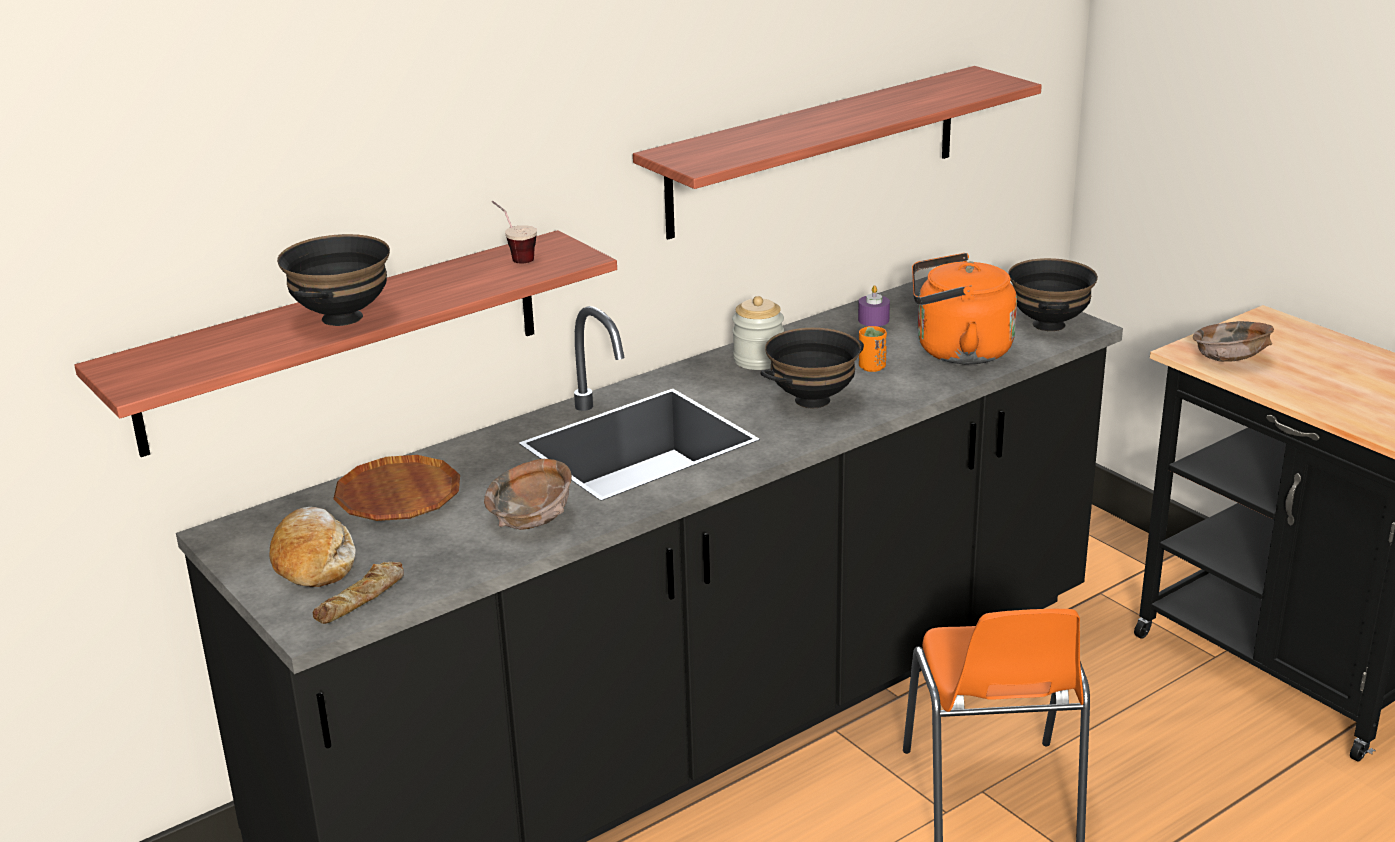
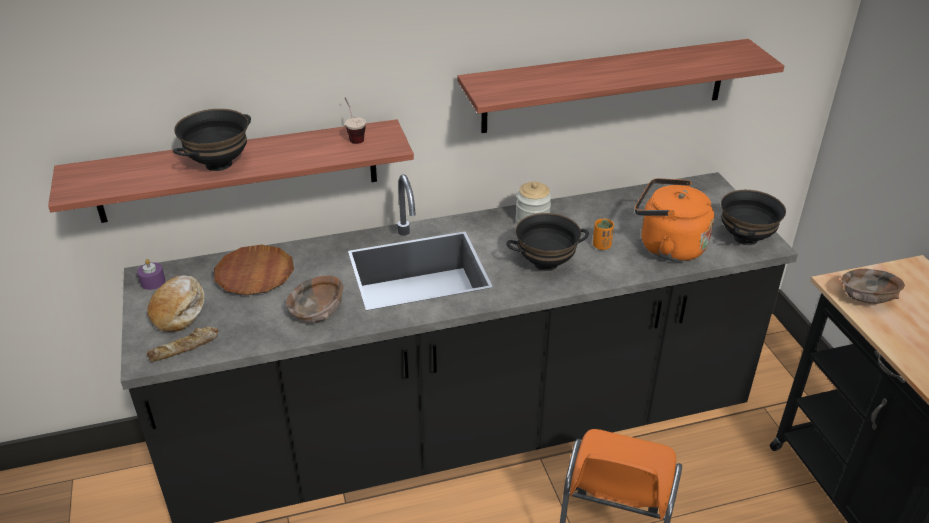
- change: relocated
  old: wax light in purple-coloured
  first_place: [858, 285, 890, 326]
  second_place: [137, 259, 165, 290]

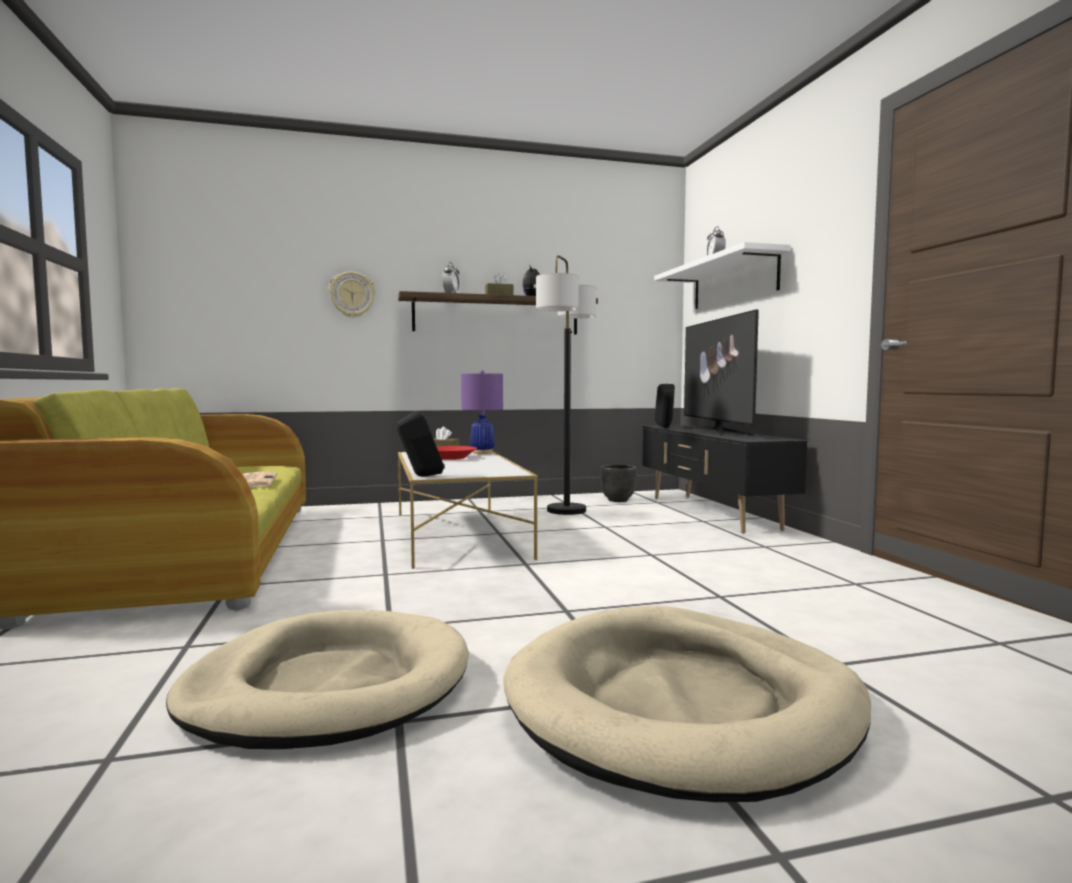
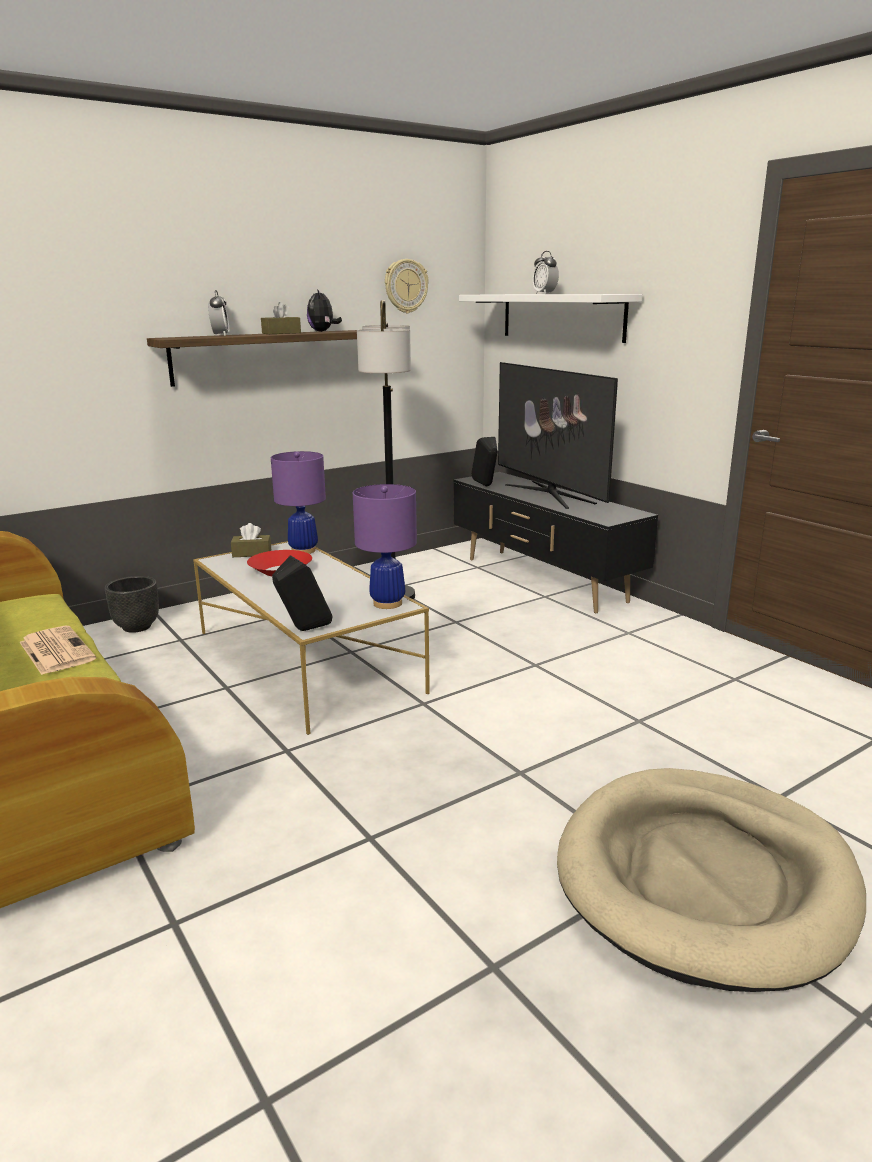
- change: missing
  old: pet bed in sand-coloured
  first_place: [166, 610, 469, 749]
- change: appeared
  new: lamp for a table in purple-coloured
  second_place: [353, 484, 417, 609]
- change: relocated
  old: wall clock
  first_place: [328, 272, 375, 318]
  second_place: [385, 259, 429, 313]
- change: relocated
  old: planter in black
  first_place: [601, 464, 636, 502]
  second_place: [105, 576, 159, 633]

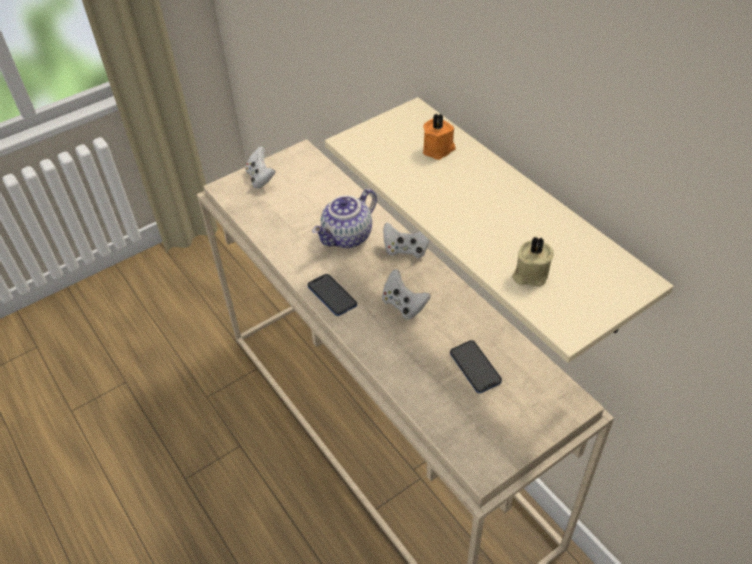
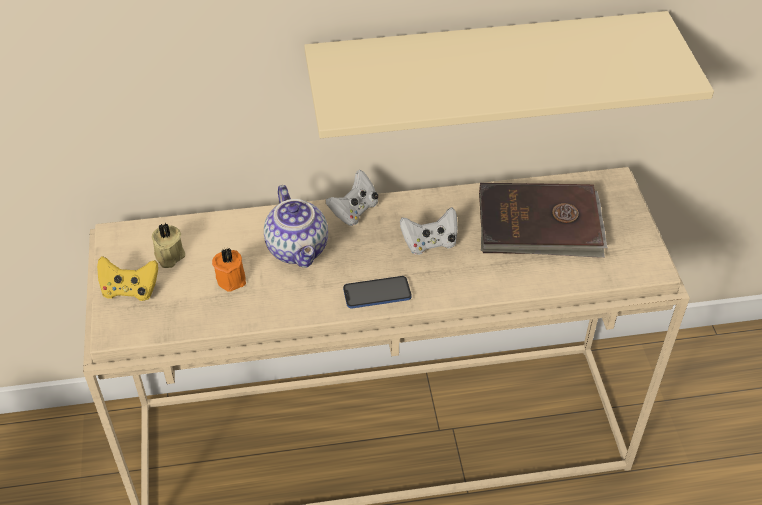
- change: relocated
  old: wax light in orange-coloured
  first_place: [423, 113, 456, 160]
  second_place: [212, 248, 246, 292]
- change: relocated
  old: wax light in sand-coloured
  first_place: [512, 236, 554, 287]
  second_place: [152, 223, 185, 268]
- change: exchanged
  old: telephone
  new: bound book in brown
  first_place: [450, 340, 502, 393]
  second_place: [479, 183, 608, 258]
- change: colour
  old: joypad in white
  new: joypad in yellow
  first_place: [245, 147, 276, 189]
  second_place: [97, 256, 158, 301]

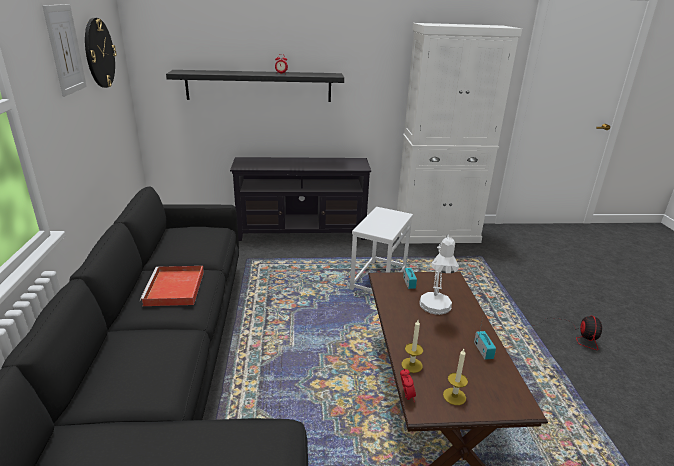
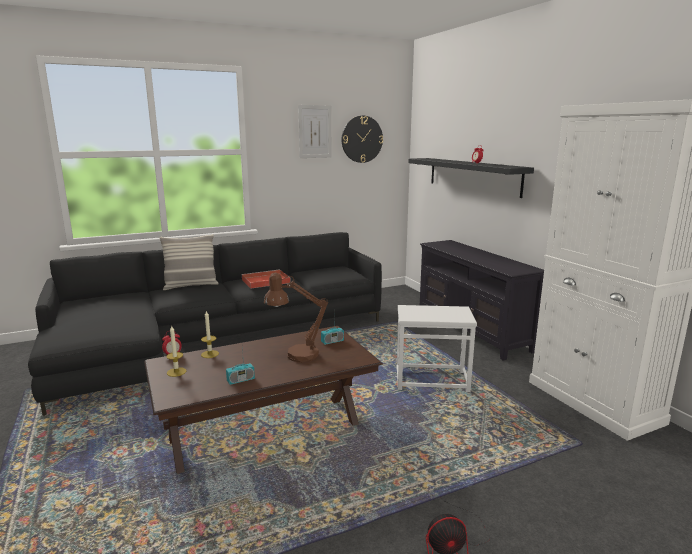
- change: appeared
  new: throw pillow
  second_place: [160, 234, 219, 290]
- change: colour
  old: lamp for a table in white
  new: lamp for a table in brown
  first_place: [420, 234, 459, 315]
  second_place: [264, 273, 328, 362]

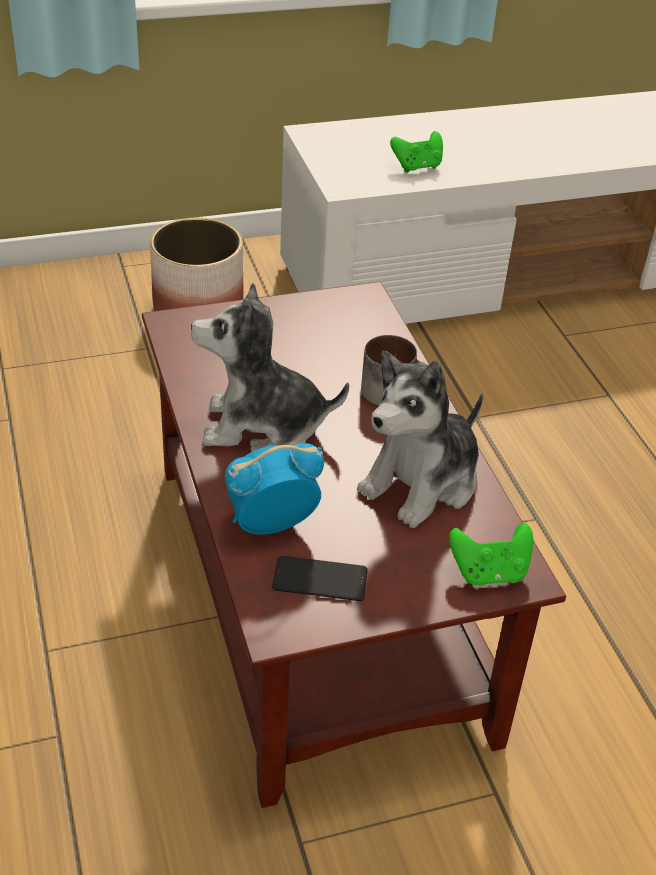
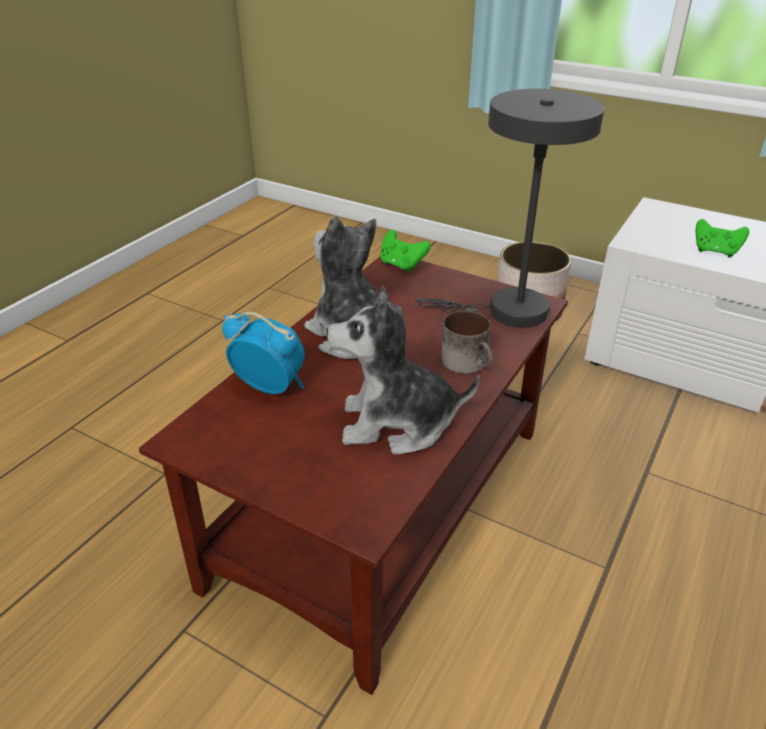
- change: missing
  old: telephone
  first_place: [272, 556, 368, 601]
- change: appeared
  new: lamp for a table in greyish
  second_place: [416, 89, 604, 328]
- change: relocated
  old: joypad in green
  first_place: [449, 522, 533, 586]
  second_place: [380, 230, 431, 273]

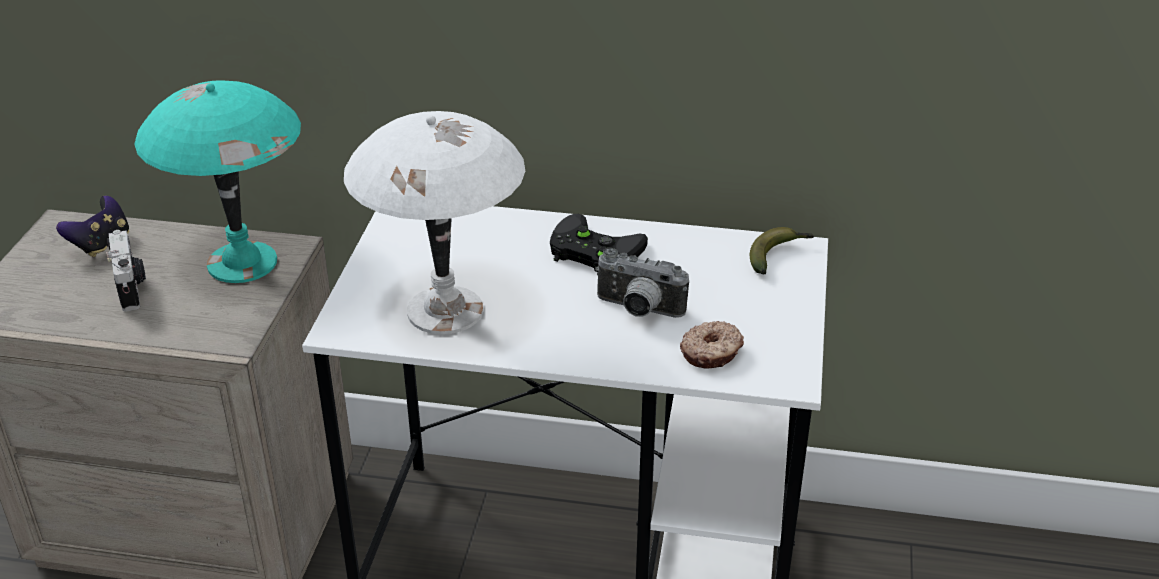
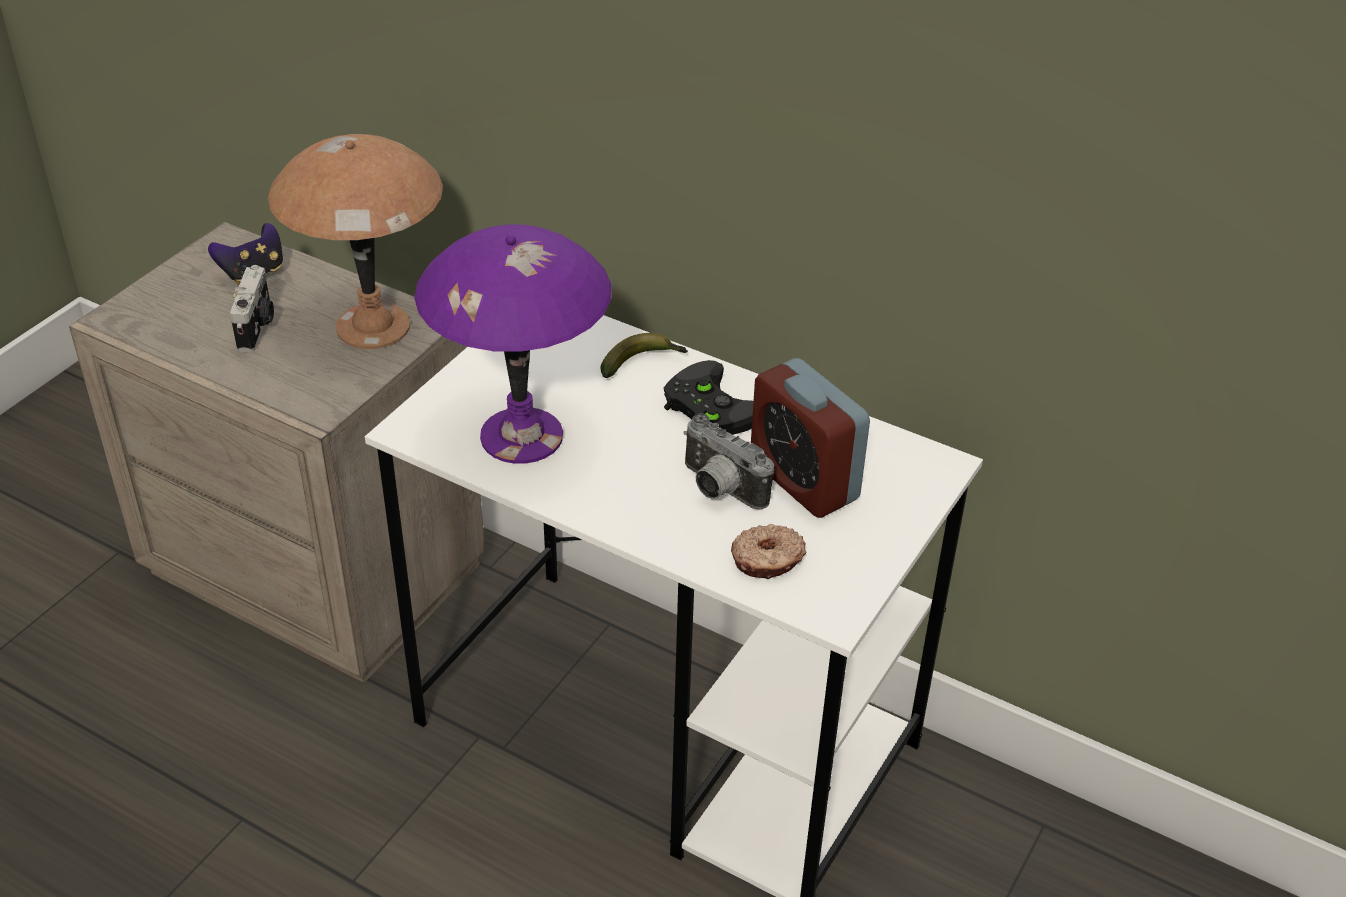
- change: appeared
  new: bedside clock
  second_place: [751, 358, 870, 518]
- change: relocated
  old: banana
  first_place: [750, 227, 814, 274]
  second_place: [600, 333, 688, 378]
- change: colour
  old: lamp for a table in turquoise
  new: lamp for a table in brown
  first_place: [134, 80, 301, 283]
  second_place: [268, 134, 443, 349]
- change: colour
  old: lamp for a table in white
  new: lamp for a table in purple-coloured
  first_place: [344, 111, 525, 334]
  second_place: [414, 224, 612, 464]

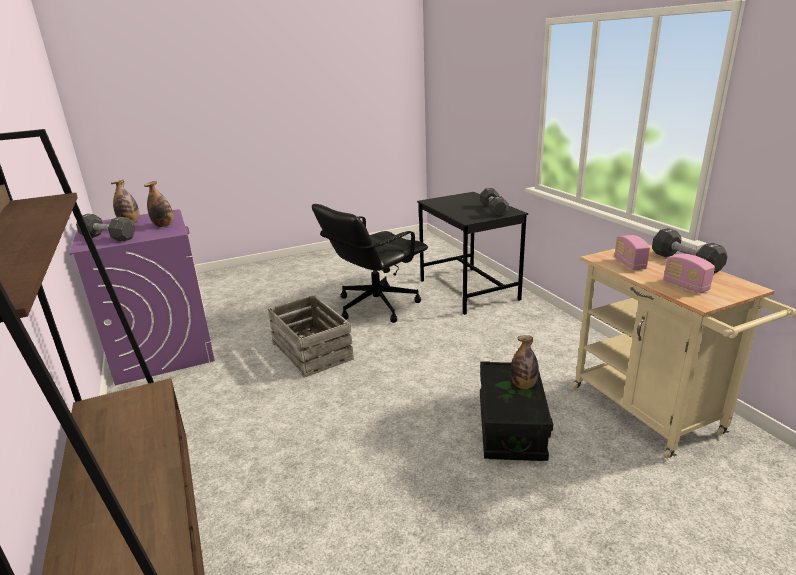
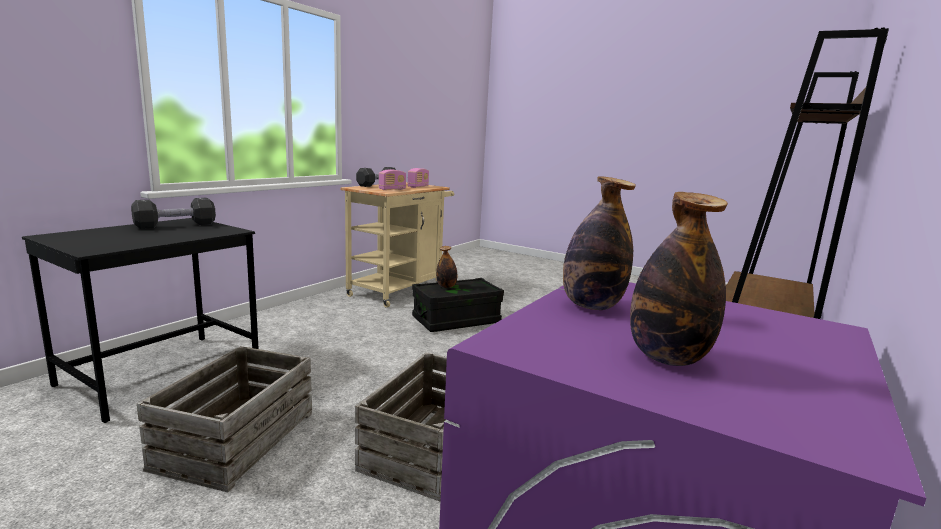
- change: missing
  old: free weight in black
  first_place: [76, 214, 135, 242]
- change: exchanged
  old: computer chair in black
  new: shipping crate
  first_place: [312, 204, 428, 323]
  second_place: [137, 346, 312, 492]

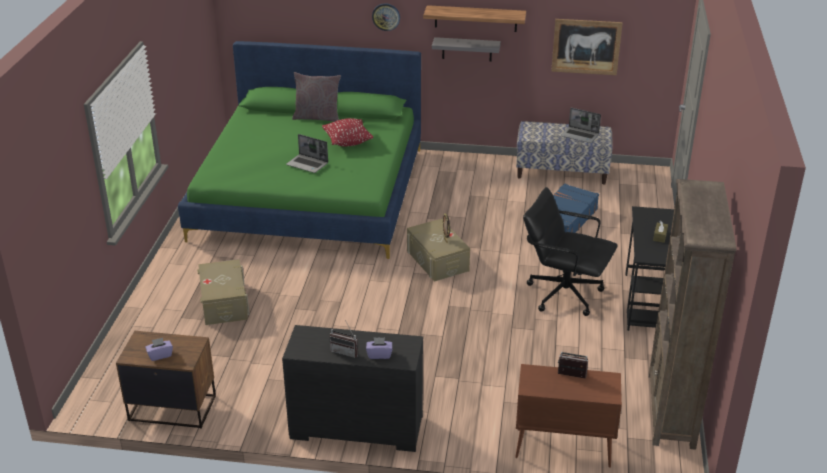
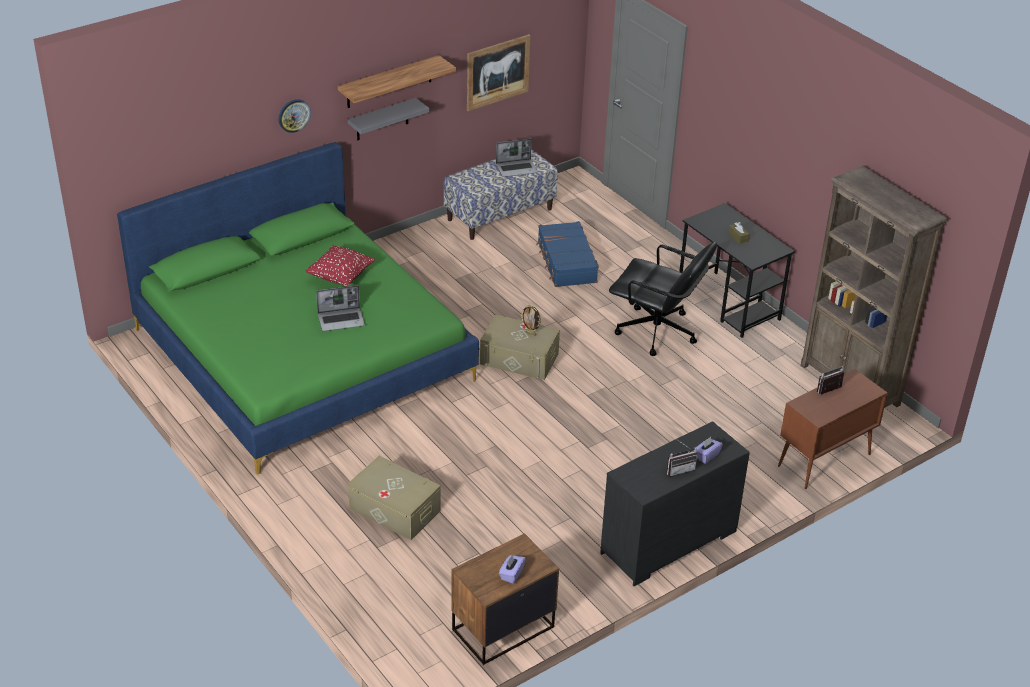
- change: missing
  old: throw pillow in greyish
  first_place: [292, 72, 341, 122]
- change: spun
  old: computer chair in black
  first_place: [523, 187, 618, 316]
  second_place: [609, 242, 717, 356]
  degrees: -135

